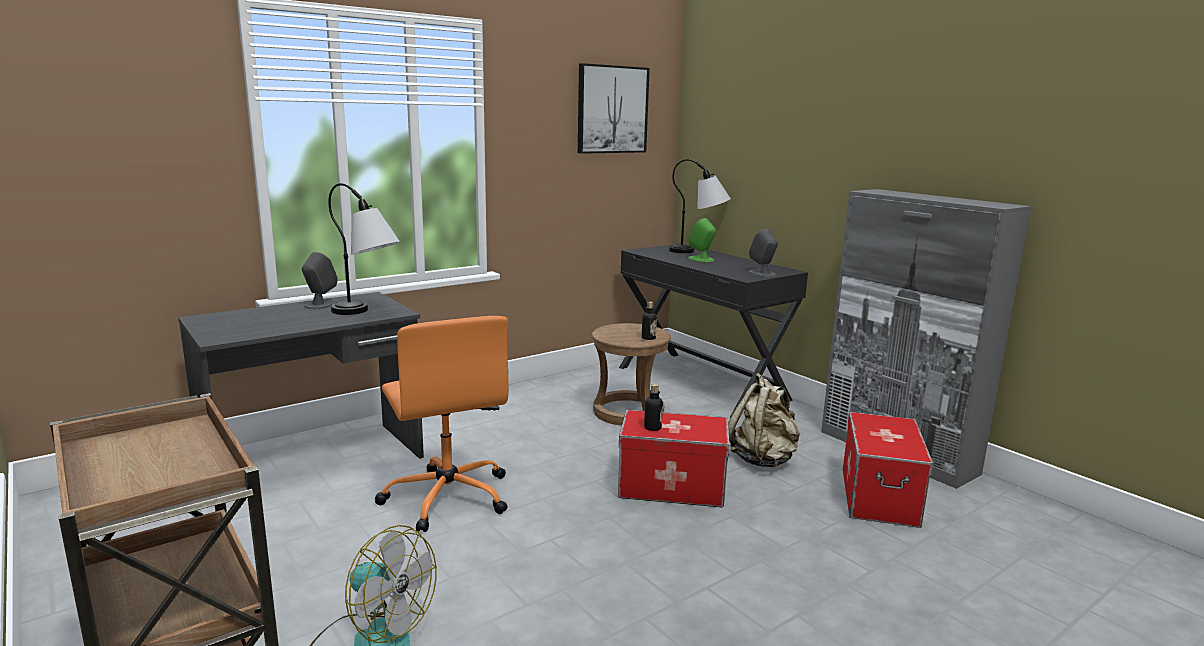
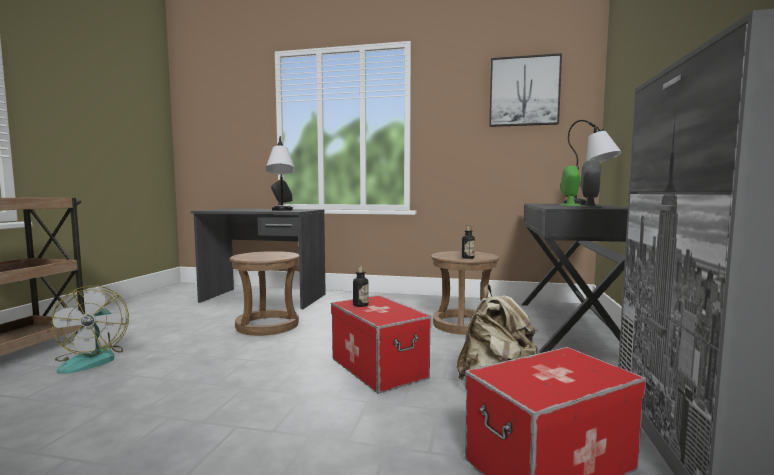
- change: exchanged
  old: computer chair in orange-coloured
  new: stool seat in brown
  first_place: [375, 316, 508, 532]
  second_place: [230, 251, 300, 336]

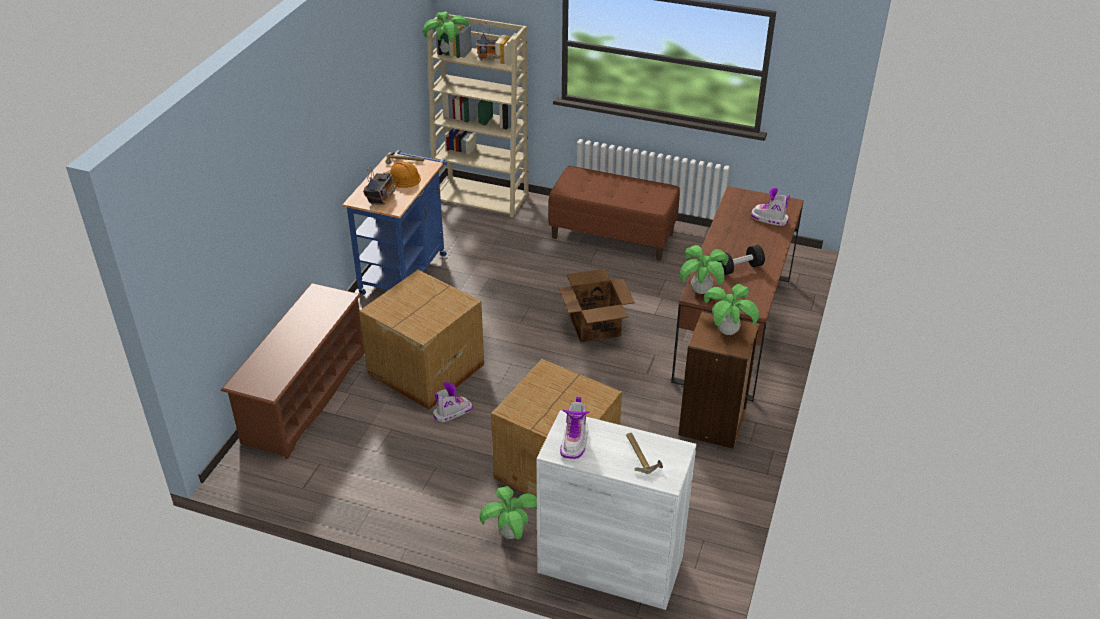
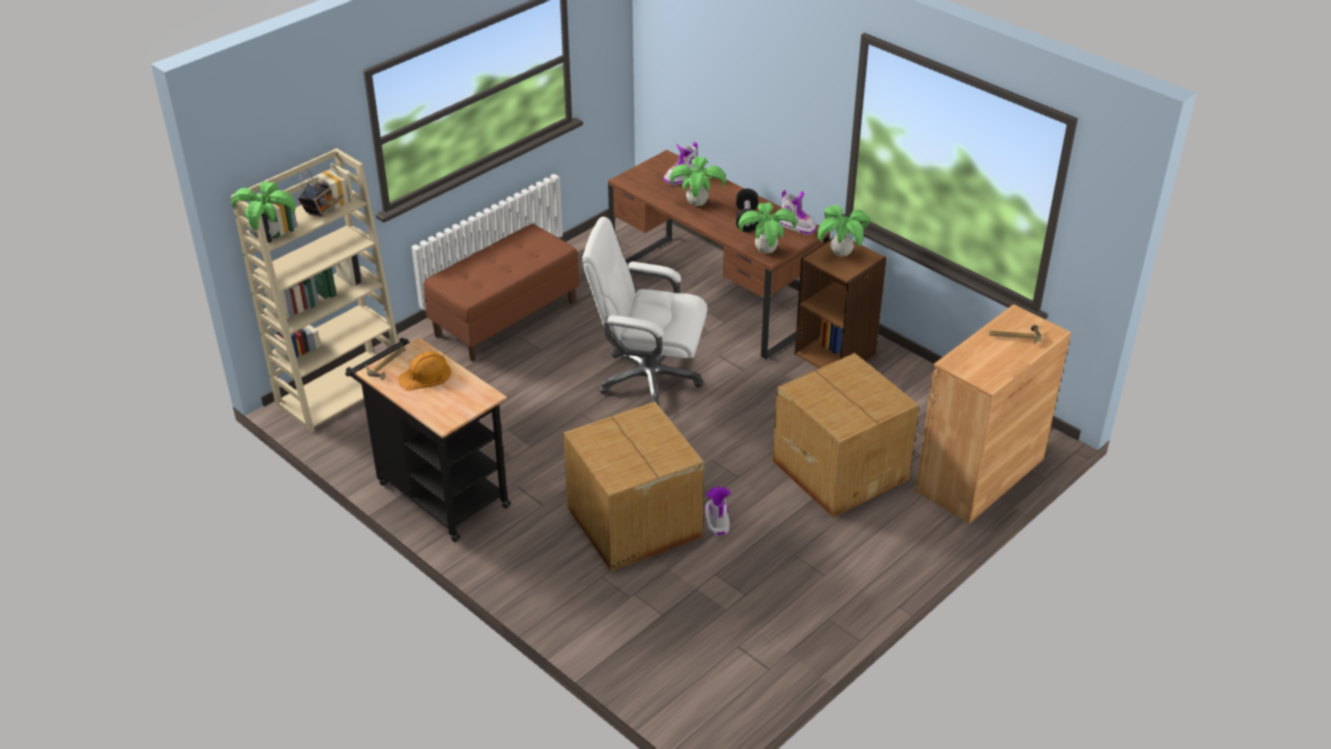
- change: missing
  old: shoe shelf in brown
  first_place: [220, 283, 365, 459]
- change: missing
  old: radio set
  first_place: [363, 167, 397, 205]
- change: relocated
  old: plant in a pot
  first_place: [480, 486, 537, 539]
  second_place: [670, 157, 726, 206]
- change: relocated
  old: tall boot
  first_place: [560, 396, 589, 459]
  second_place: [779, 190, 817, 235]
- change: exchanged
  old: carton
  new: computer chair in white
  first_place: [559, 269, 635, 342]
  second_place: [582, 217, 708, 406]
- change: colour
  old: trolley in blue
  new: trolley in black
  first_place: [342, 150, 447, 295]
  second_place: [345, 337, 511, 542]
- change: colour
  old: cabinet in white
  new: cabinet in brown
  first_place: [536, 410, 697, 610]
  second_place: [915, 304, 1071, 524]

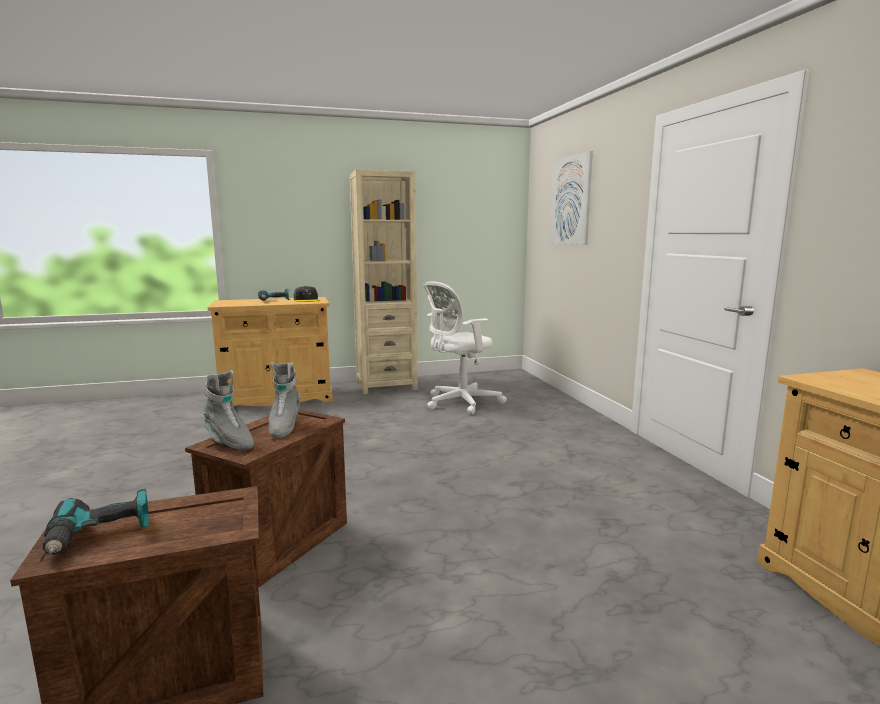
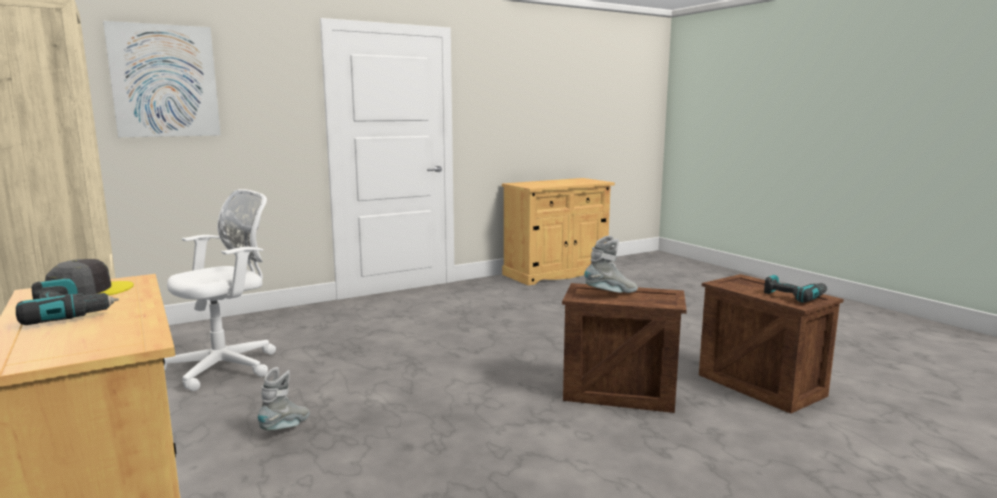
- change: relocated
  old: tall boot in greyish
  first_place: [203, 370, 254, 450]
  second_place: [257, 367, 310, 430]
- change: spun
  old: computer chair in white
  first_place: [423, 282, 507, 414]
  second_place: [164, 189, 276, 391]
  degrees: -90

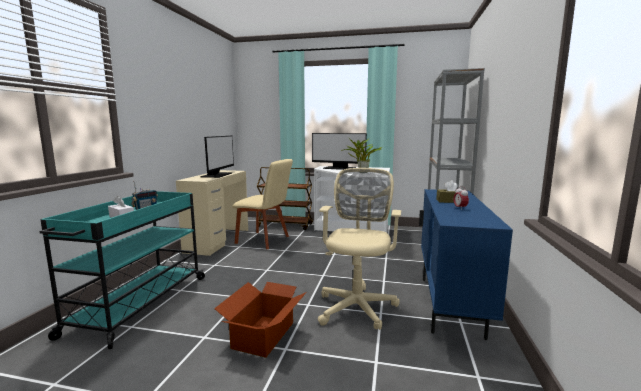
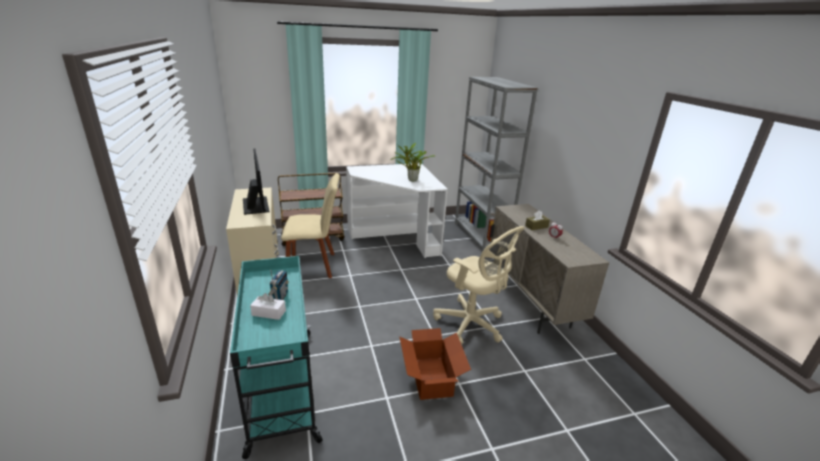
- change: missing
  old: computer display
  first_place: [312, 133, 367, 170]
- change: colour
  old: cabinet in blue
  new: cabinet in sand-coloured
  first_place: [419, 189, 513, 340]
  second_place: [490, 204, 609, 334]
- change: spun
  old: computer chair in sand-coloured
  first_place: [318, 168, 401, 330]
  second_place: [433, 226, 525, 344]
  degrees: 150

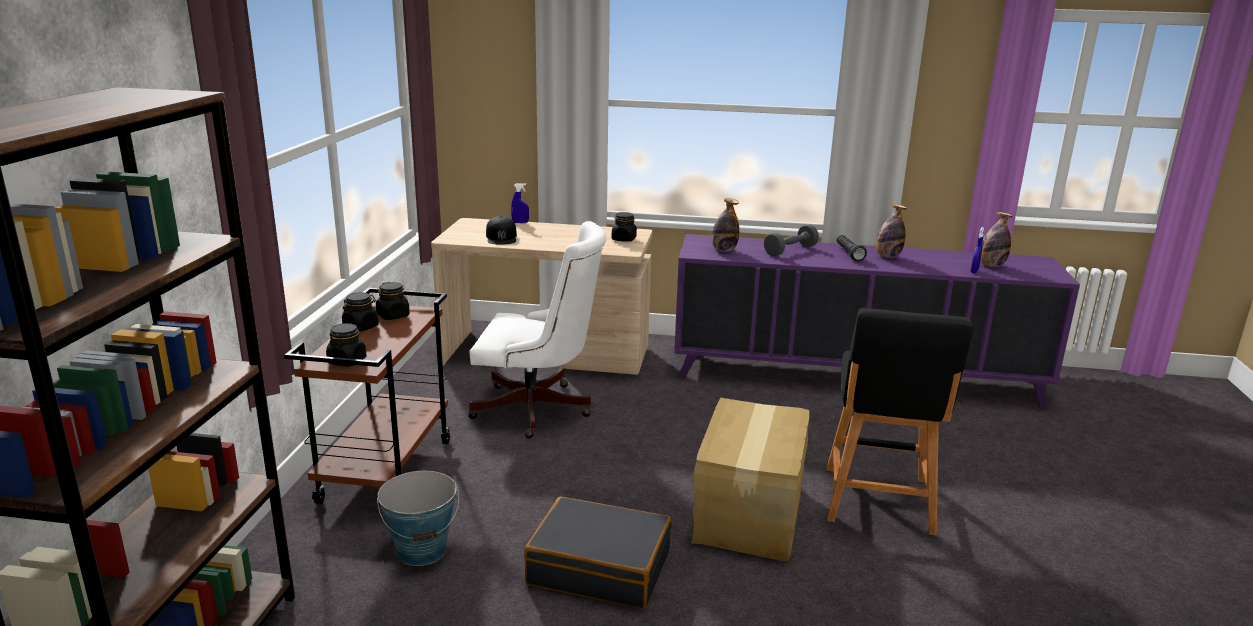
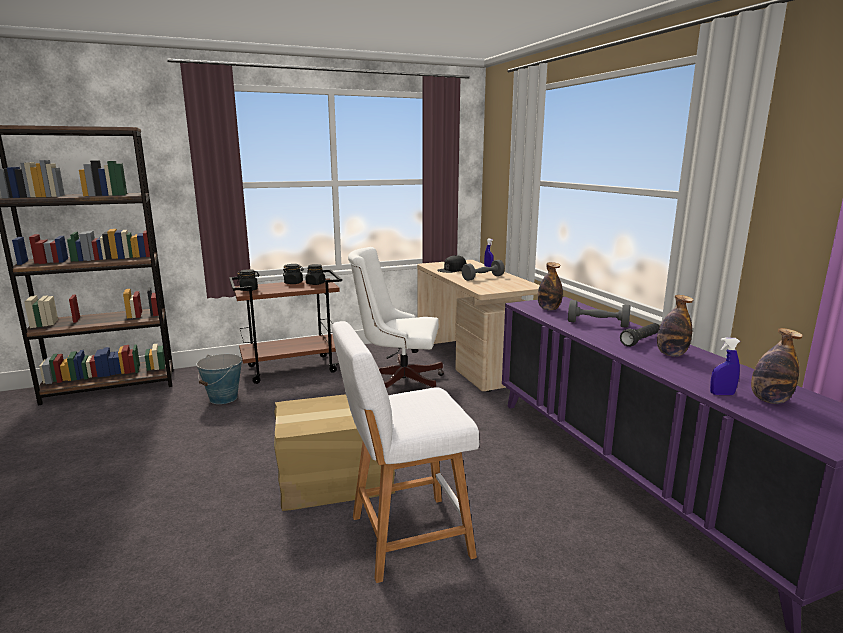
- change: missing
  old: piece of luggage in black
  first_place: [524, 497, 672, 609]
- change: missing
  old: preserve jar in black
  first_place: [612, 212, 637, 241]
- change: appeared
  new: free weight in greyish
  second_place: [462, 260, 505, 281]
- change: colour
  old: stool seat in black
  new: stool seat in white
  first_place: [827, 308, 973, 535]
  second_place: [332, 321, 479, 583]
- change: spun
  old: computer chair in white
  first_place: [468, 221, 606, 438]
  second_place: [348, 247, 444, 389]
  degrees: 120

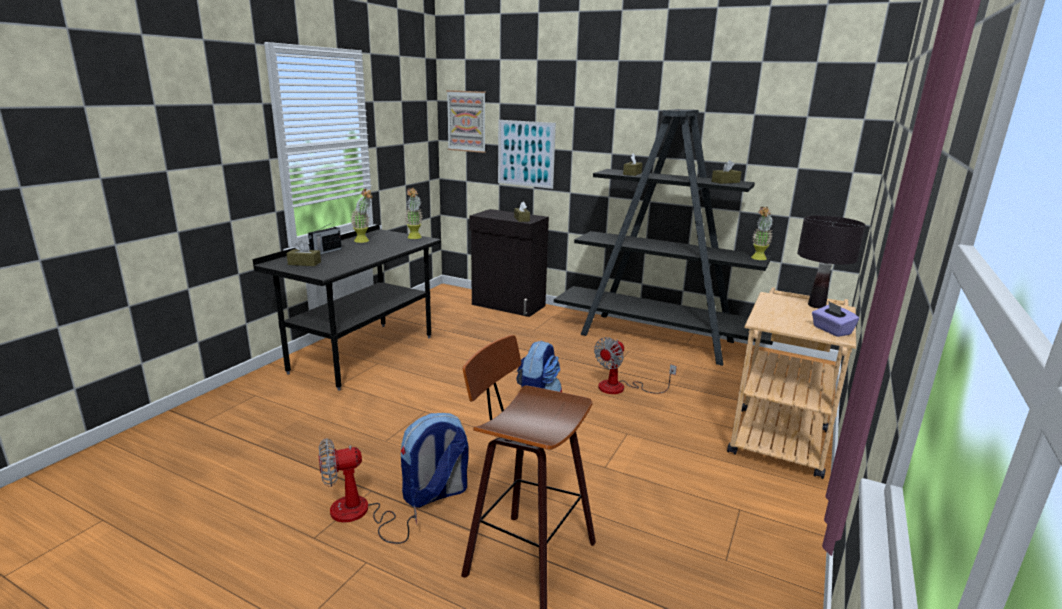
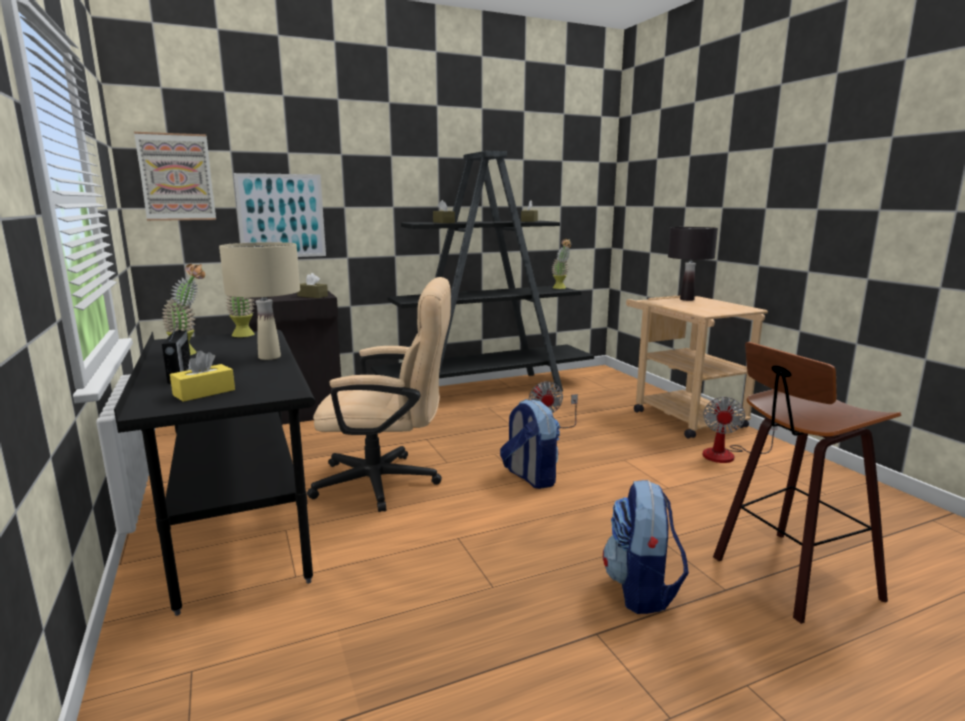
- change: missing
  old: tissue box in purple-coloured
  first_place: [812, 301, 859, 337]
- change: appeared
  new: lamp for a table in sand-coloured
  second_place: [219, 242, 300, 360]
- change: appeared
  new: computer chair in sand-coloured
  second_place: [307, 277, 451, 512]
- change: relocated
  old: fan
  first_place: [318, 438, 417, 544]
  second_place: [703, 397, 778, 463]
- change: colour
  old: tissue box in brown
  new: tissue box in yellow
  first_place: [287, 240, 321, 266]
  second_place: [170, 351, 235, 402]

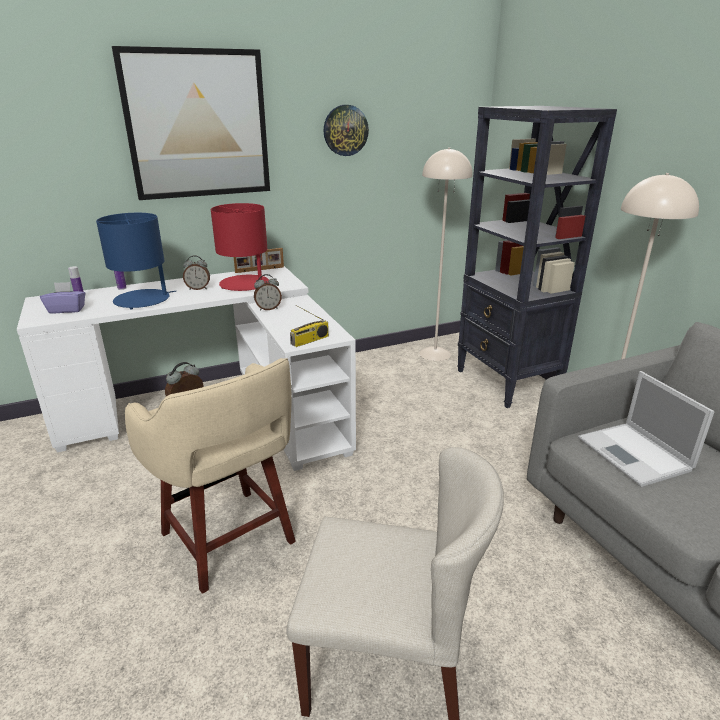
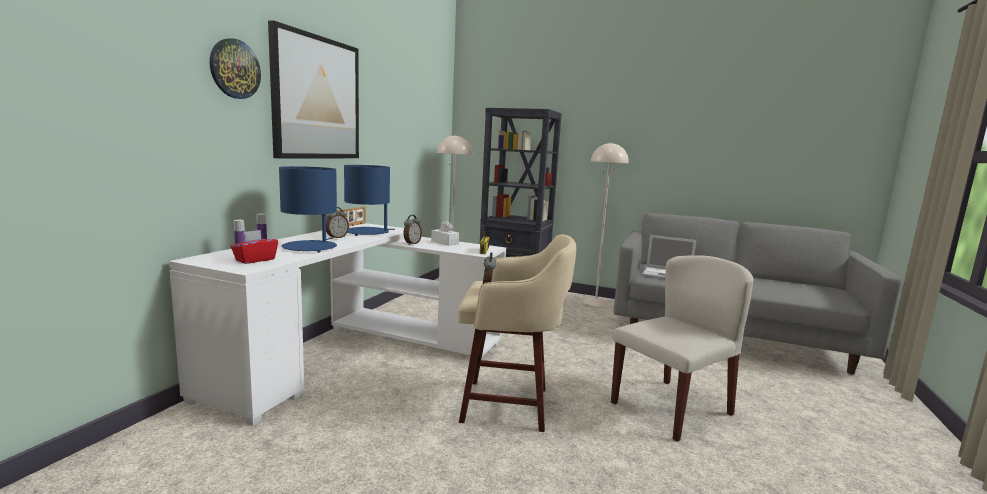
- change: appeared
  new: tissue box in white
  second_place: [431, 220, 459, 246]
- change: relocated
  old: wall clock
  first_place: [323, 105, 369, 156]
  second_place: [210, 39, 261, 99]
- change: colour
  old: tissue box in purple-coloured
  new: tissue box in reddish
  first_place: [40, 282, 86, 313]
  second_place: [231, 230, 278, 264]
- change: colour
  old: lamp for a table in reddish
  new: lamp for a table in blue
  first_place: [211, 203, 269, 291]
  second_place: [344, 165, 395, 236]

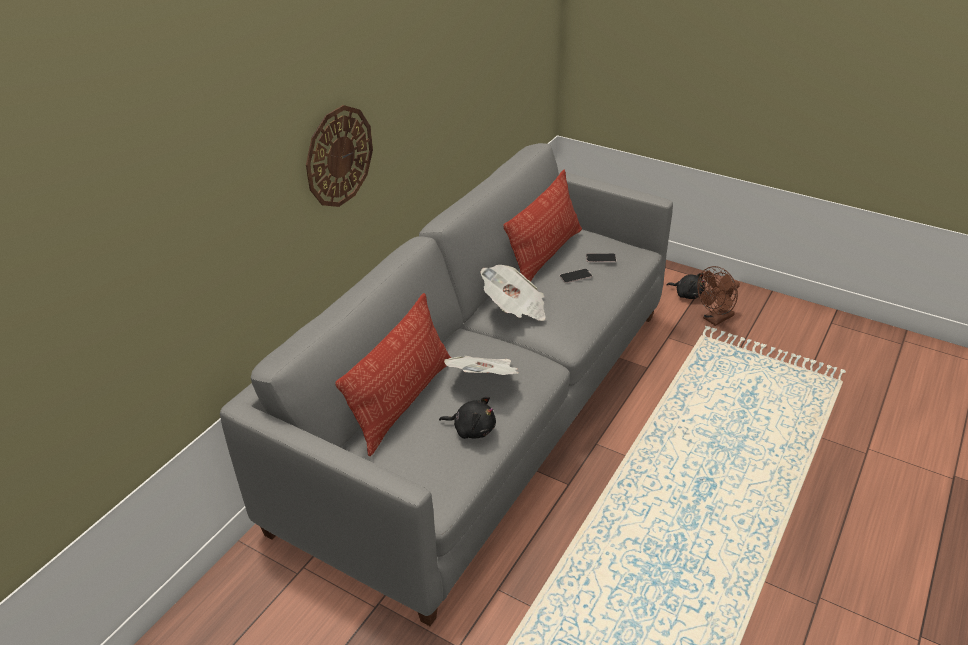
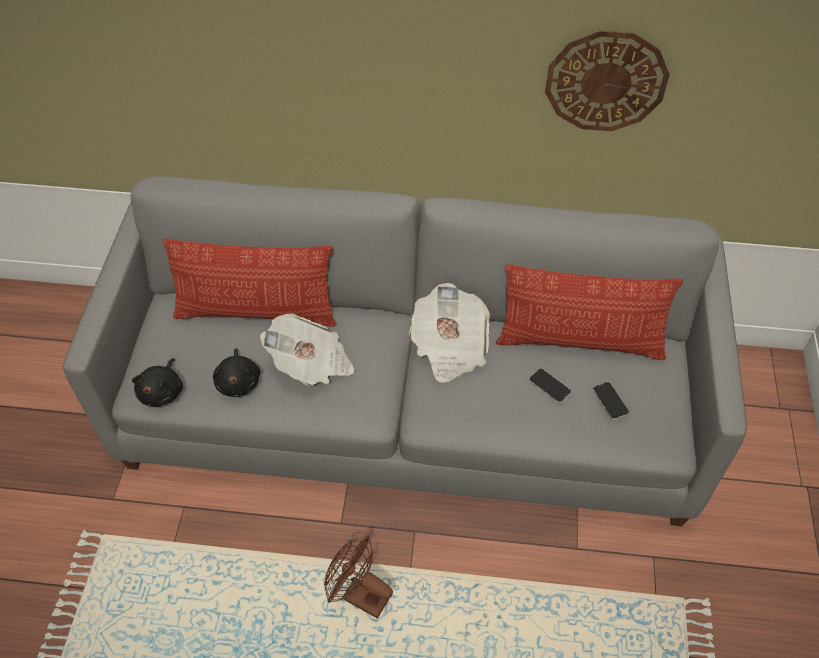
- change: relocated
  old: wall clock
  first_place: [306, 105, 373, 207]
  second_place: [545, 31, 670, 131]
- change: relocated
  old: soft toy in black
  first_place: [667, 273, 705, 299]
  second_place: [132, 358, 183, 407]
- change: relocated
  old: fan in brown
  first_place: [697, 266, 740, 326]
  second_place: [324, 536, 393, 619]

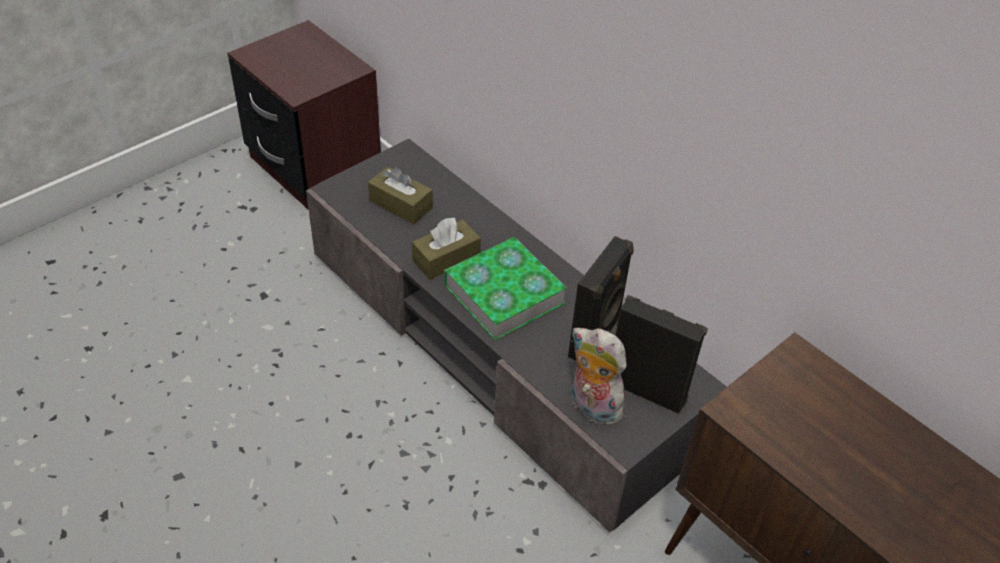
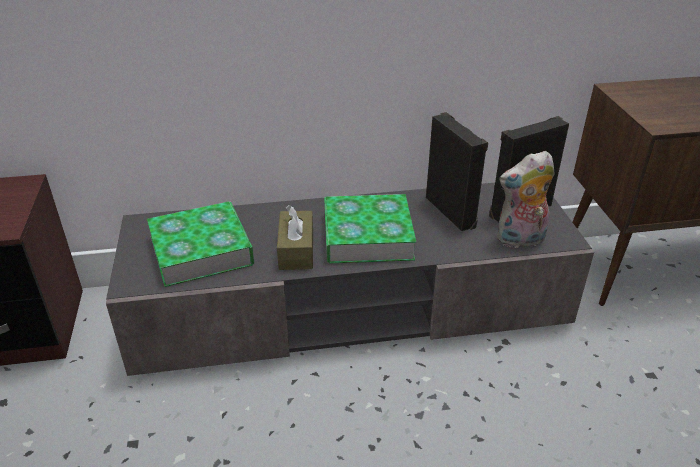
- change: exchanged
  old: tissue box in brown
  new: bound book
  first_place: [368, 167, 433, 224]
  second_place: [147, 201, 254, 287]

